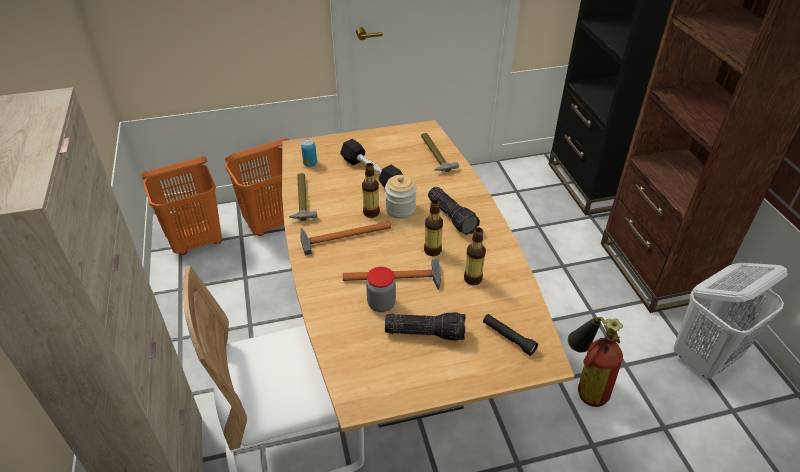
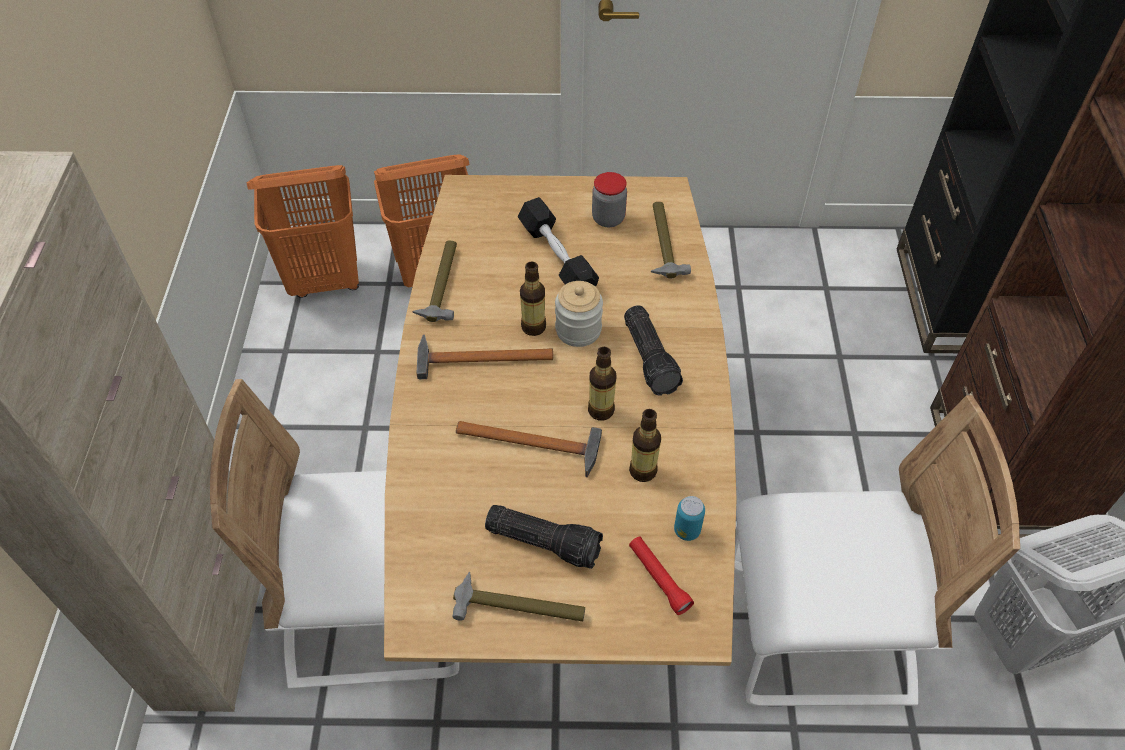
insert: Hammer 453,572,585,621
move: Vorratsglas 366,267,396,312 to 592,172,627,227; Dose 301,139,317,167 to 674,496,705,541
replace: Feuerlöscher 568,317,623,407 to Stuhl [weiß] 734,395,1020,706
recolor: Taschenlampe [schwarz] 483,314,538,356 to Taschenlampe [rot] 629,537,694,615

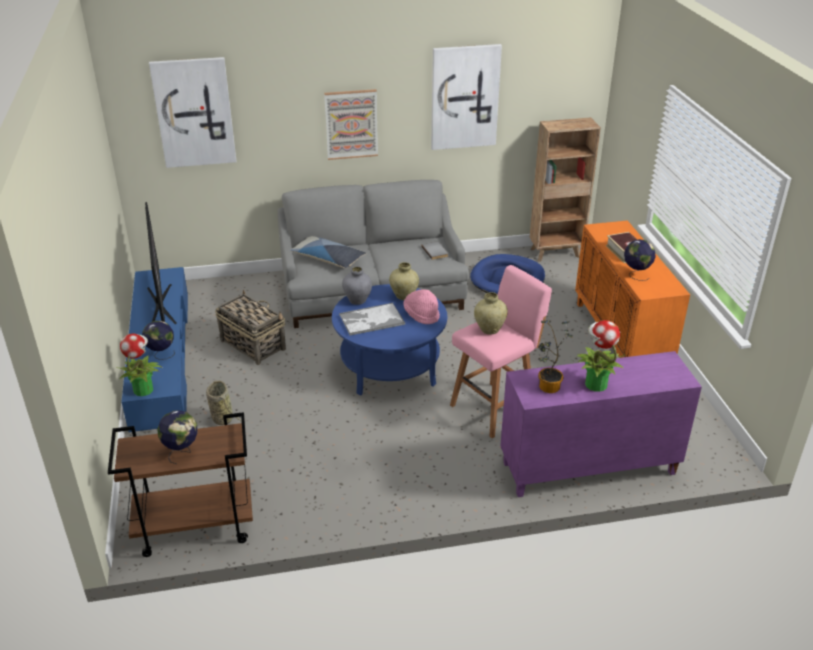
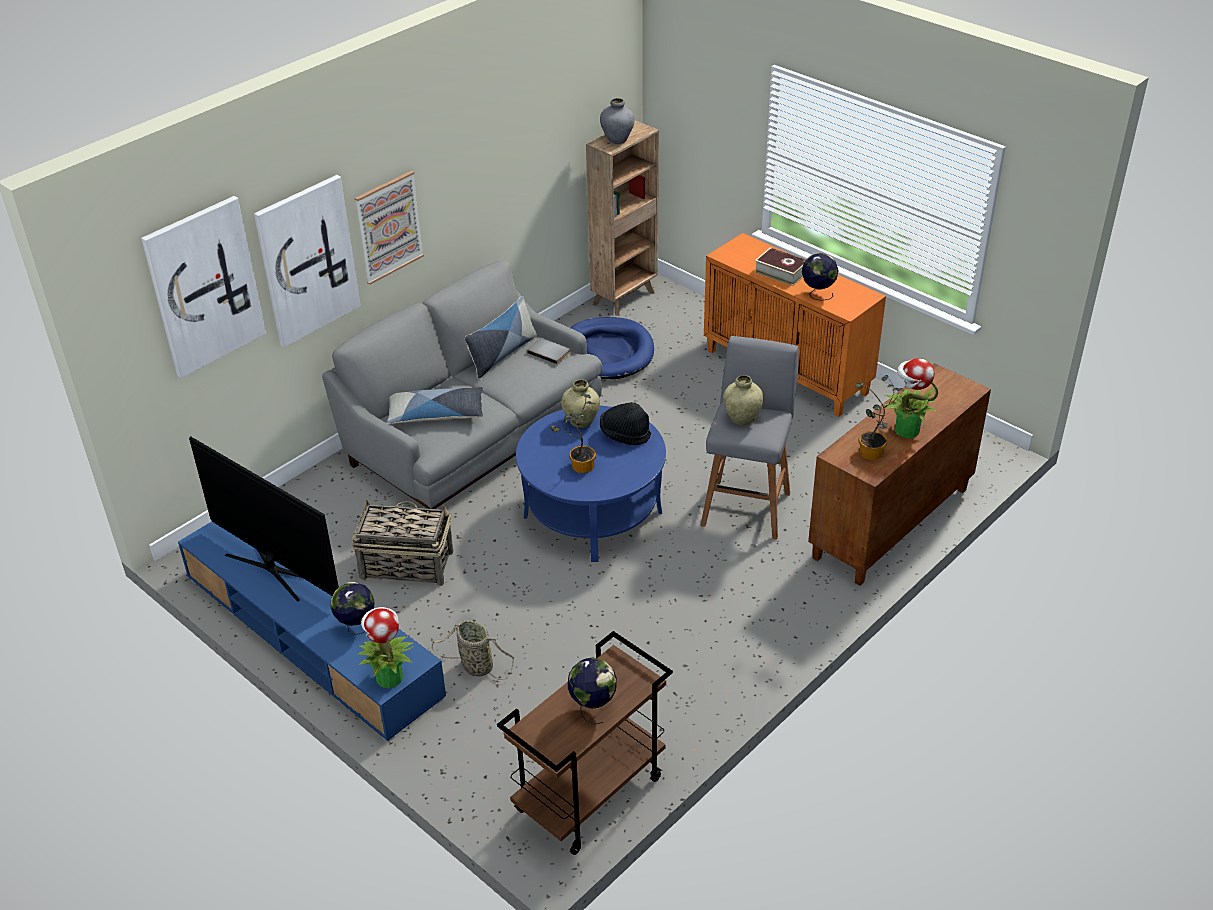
insert: Kissen 464,296,537,378
move: Bild 431,44,502,150 to 254,175,361,347; Vase [grau] 342,267,372,305 to 600,98,635,144
replace: Tablett 339,303,405,336 to Topfpflanze 550,393,596,473
recolor: Hut [rosa] 403,289,440,324 to Hut [schwarz] 600,402,651,445; Hocker [rosa] 450,265,552,438 to Hocker [grau] 701,336,799,540; Schrank [lila] 500,351,702,497 to Schrank [braun] 808,363,991,586

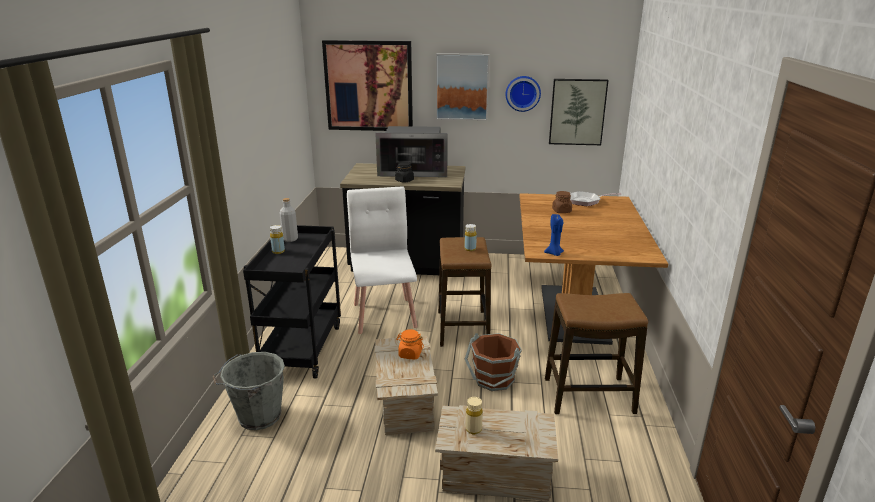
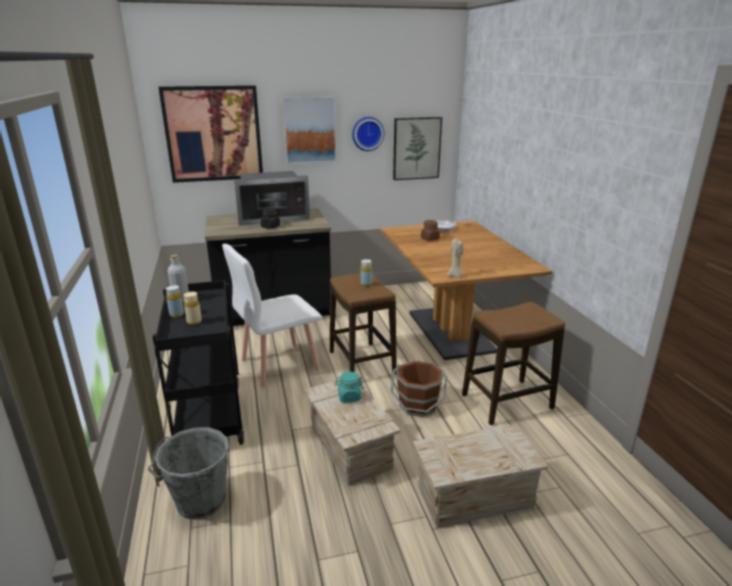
move: Flasche [beige] 466,397,483,434 to 184,292,202,325
recolor: Vorratsglas [orange] 396,329,424,359 to Vorratsglas [türkis] 335,372,363,403; Kerze [blau] 544,214,564,256 to Kerze [beige] 447,239,464,278
rotate: Stuhl [weiß] 347,186,418,334 = 222,244,322,387 90 degrees counterclockwise

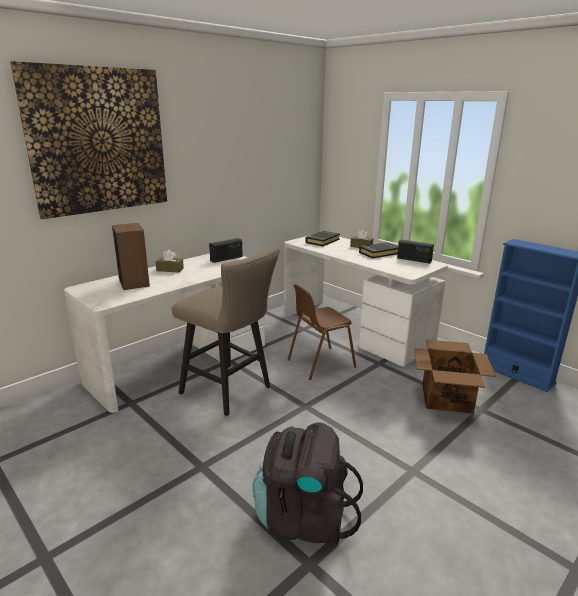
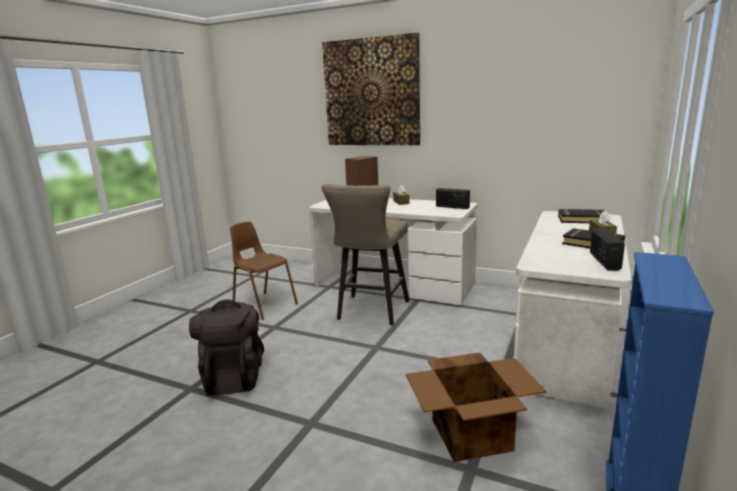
move: Stuhl [braun] 287,284,356,380 to 230,222,298,320

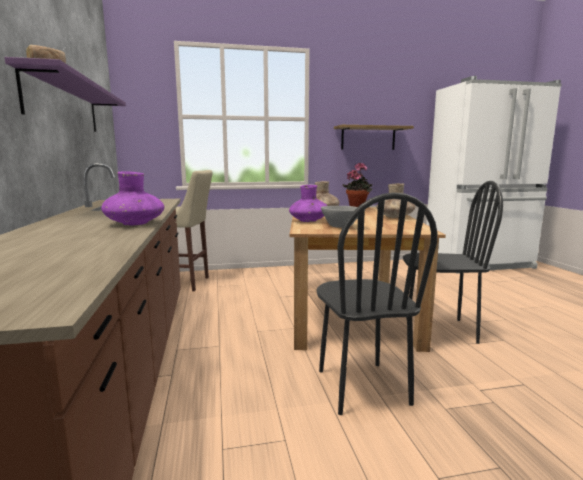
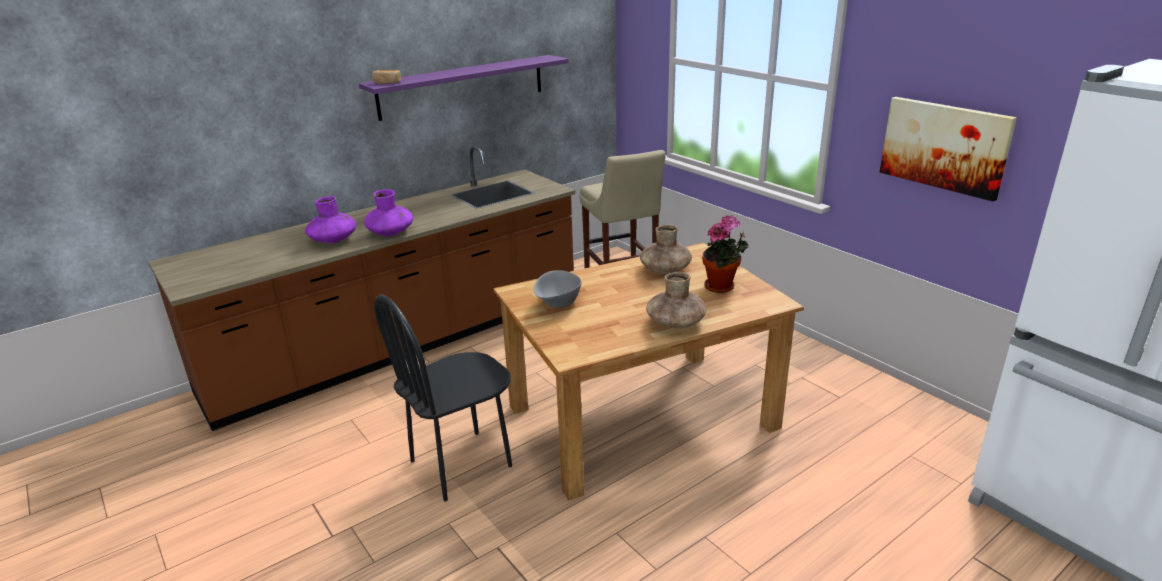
delete: Stuhl [schwarz] 403,181,503,344
move: Vase [lila] 289,185,327,222 to 305,196,356,243
replace: Wandregal 334,125,414,150 to Bild 880,97,1017,201

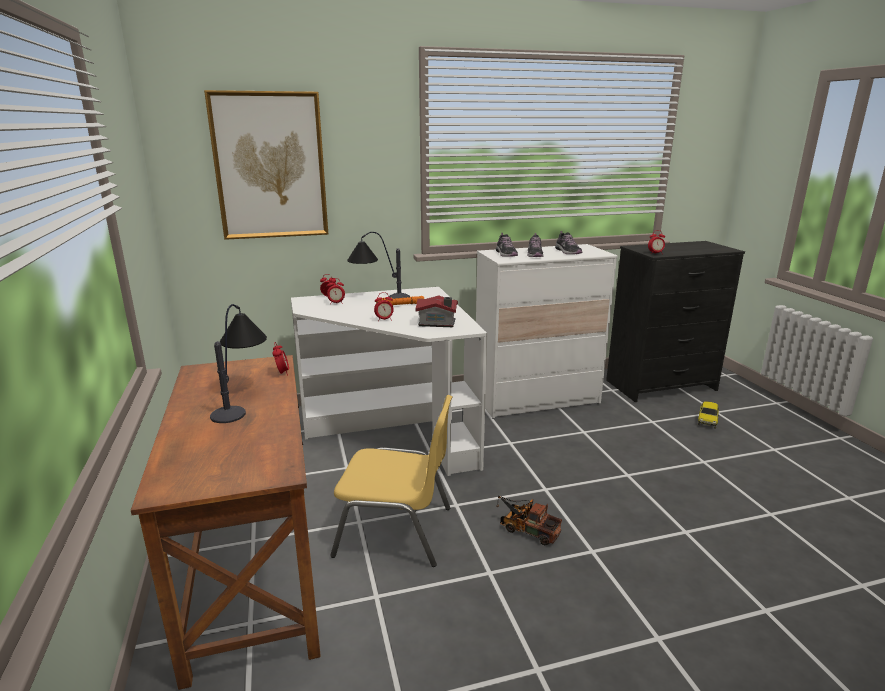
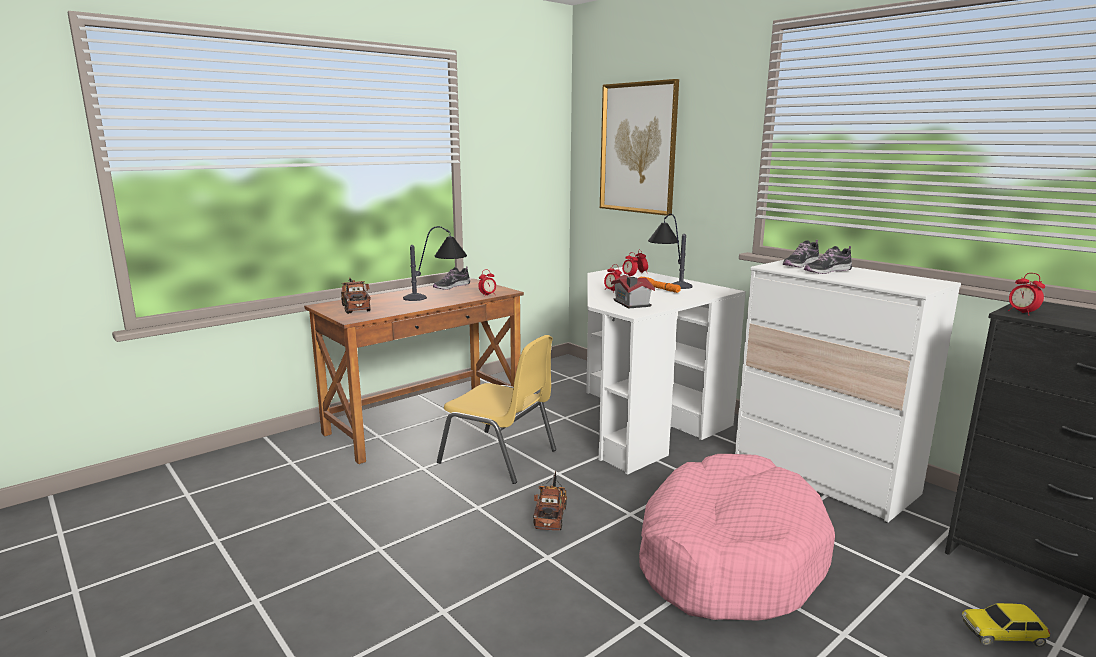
insert: Spielzeuglaster 341,277,371,314; Hundebett [rosa] 639,454,835,621
move: Schuh 555,231,582,254 to 433,266,470,289
rotate: Stuhl [gelb] 330,395,453,567 = 437,335,556,484 45 degrees counterclockwise

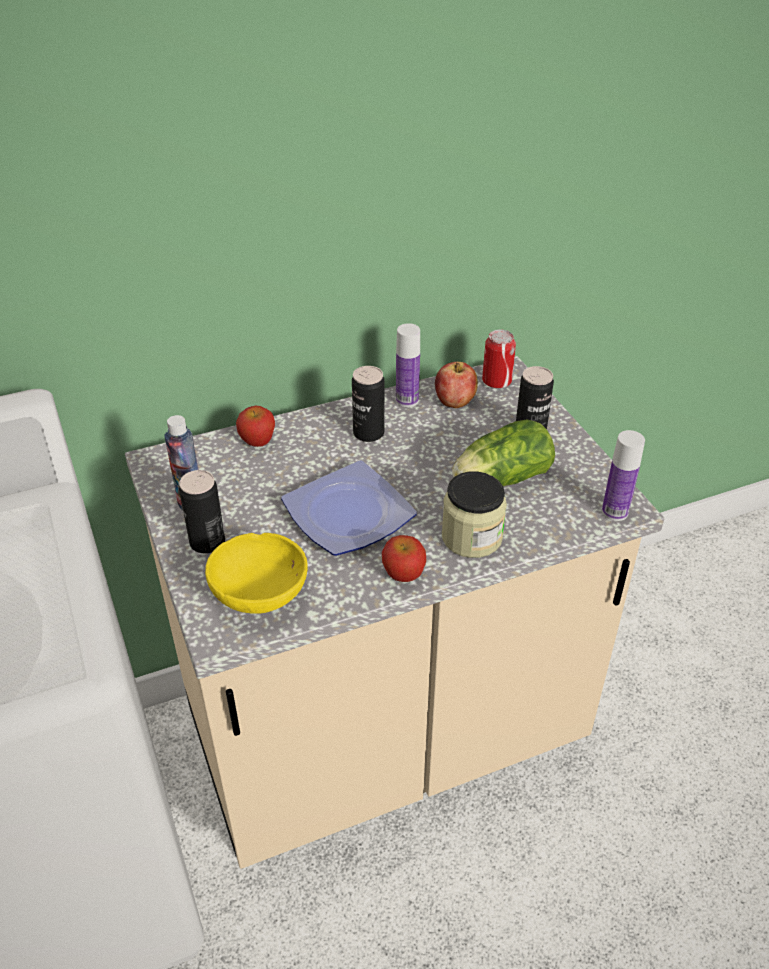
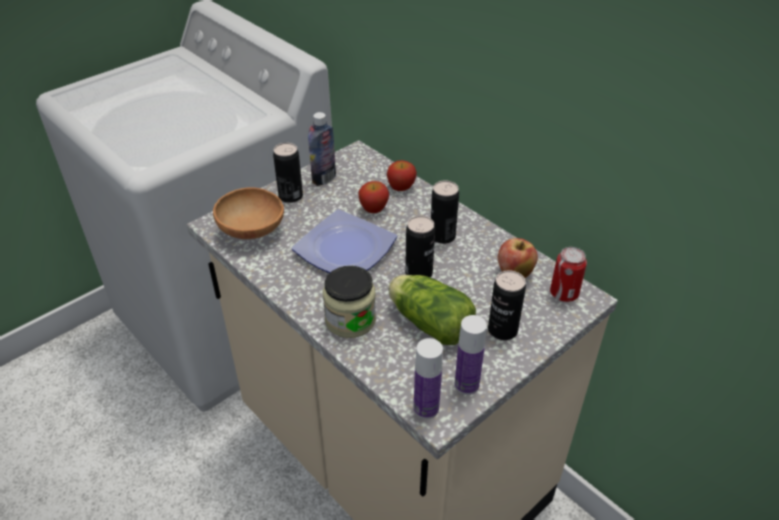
insert: Dose 405,216,435,277
move: Apfel 382,535,426,582 to 358,181,389,213; Flasche 396,323,420,407 to 455,315,487,395
recolor: Schüssel [gelb] 205,533,308,614 to Schüssel [braun] 213,187,284,239

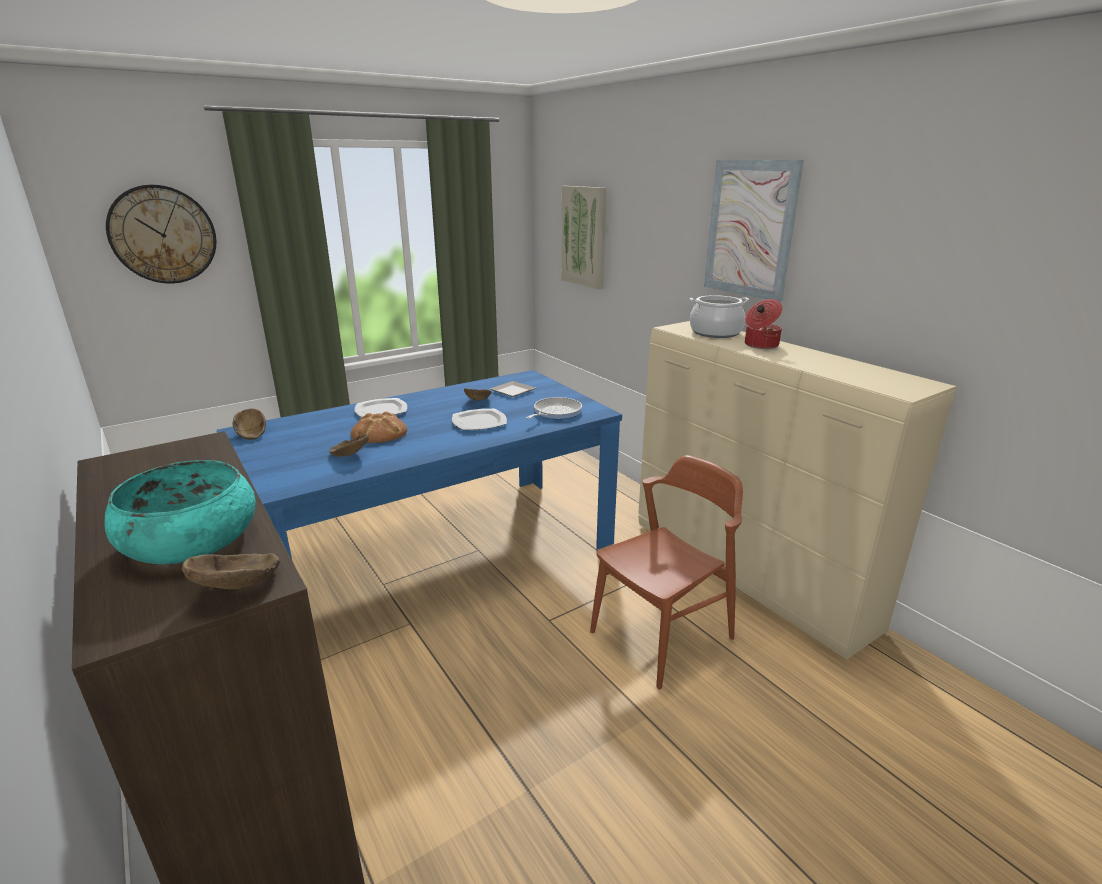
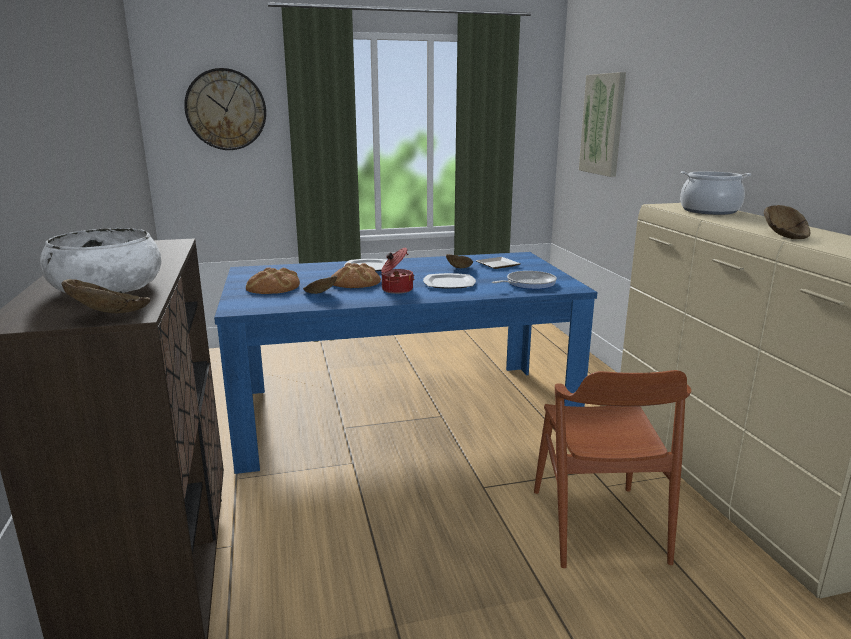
delete: Bild 704,160,804,302
insert: Brot 246,267,300,294
move: Kochtopf 745,299,782,349 to 381,248,414,294; Schüssel [braun] 233,408,266,440 to 764,205,810,239
recolor: Schüssel [türkis] 104,460,256,564 to Schüssel [weiß] 40,228,161,294
rotate: Stuhl [braun] 590,455,743,689 = 534,370,691,568 105 degrees clockwise

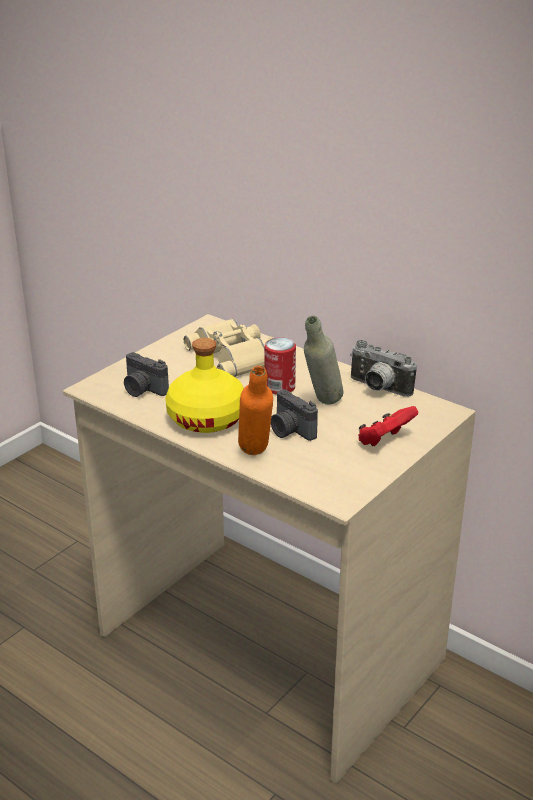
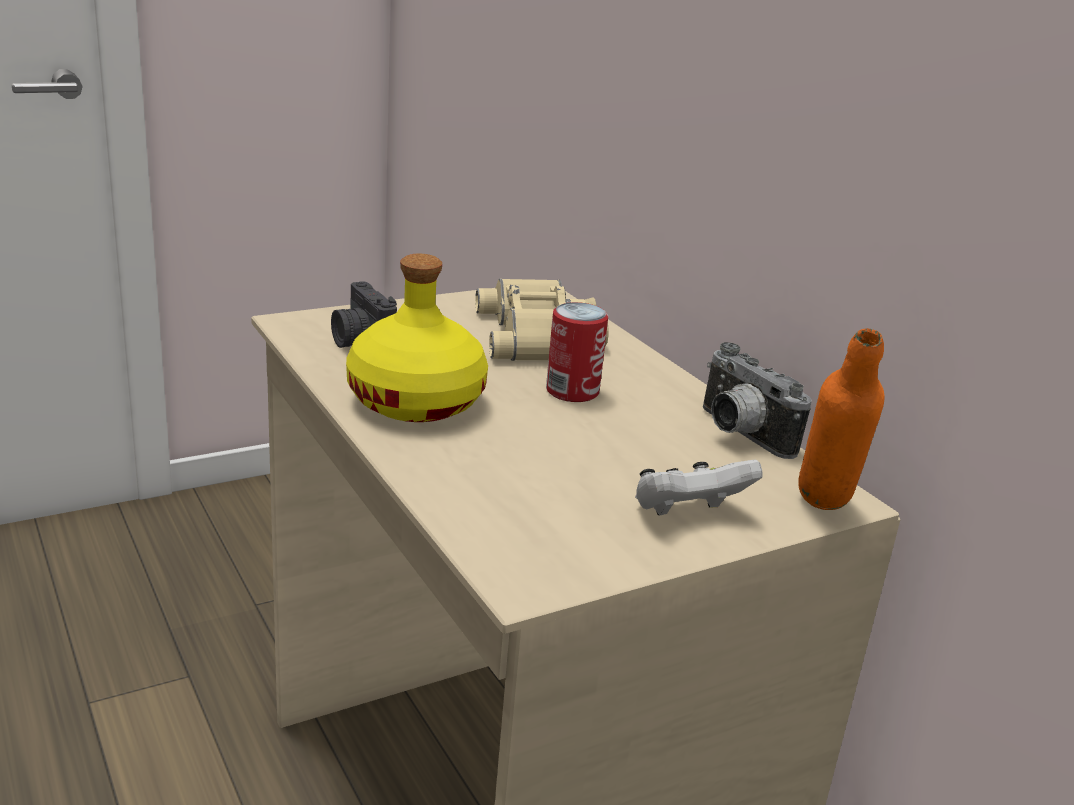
delete: Kamera 271,389,318,441; Flasche [grau] 304,316,343,405
move: Flasche [orange] 238,366,273,455 to 798,328,885,510
recolor: Gamepad [rot] 358,406,418,446 to Gamepad [weiß] 635,460,762,516

